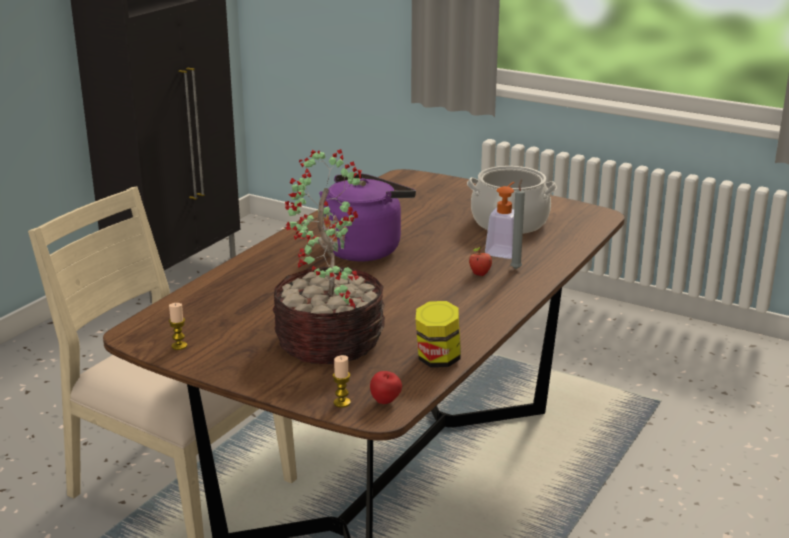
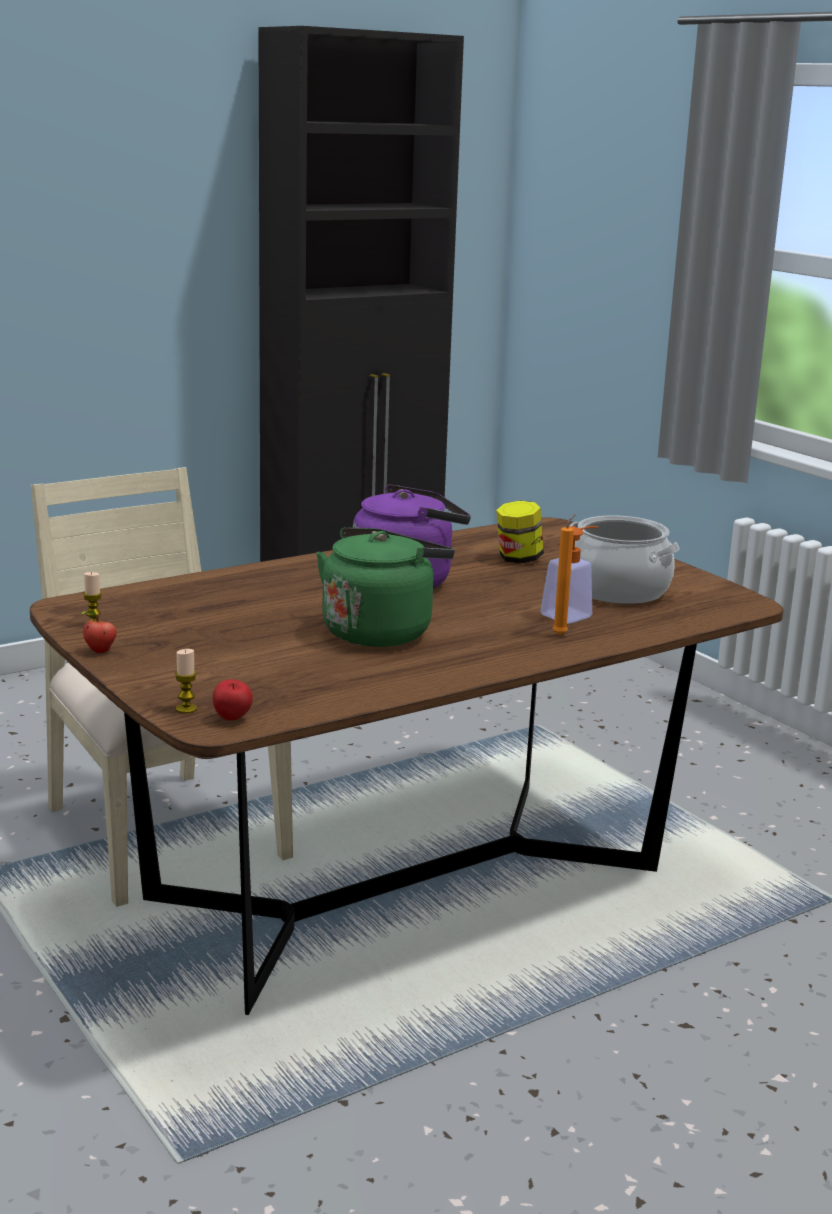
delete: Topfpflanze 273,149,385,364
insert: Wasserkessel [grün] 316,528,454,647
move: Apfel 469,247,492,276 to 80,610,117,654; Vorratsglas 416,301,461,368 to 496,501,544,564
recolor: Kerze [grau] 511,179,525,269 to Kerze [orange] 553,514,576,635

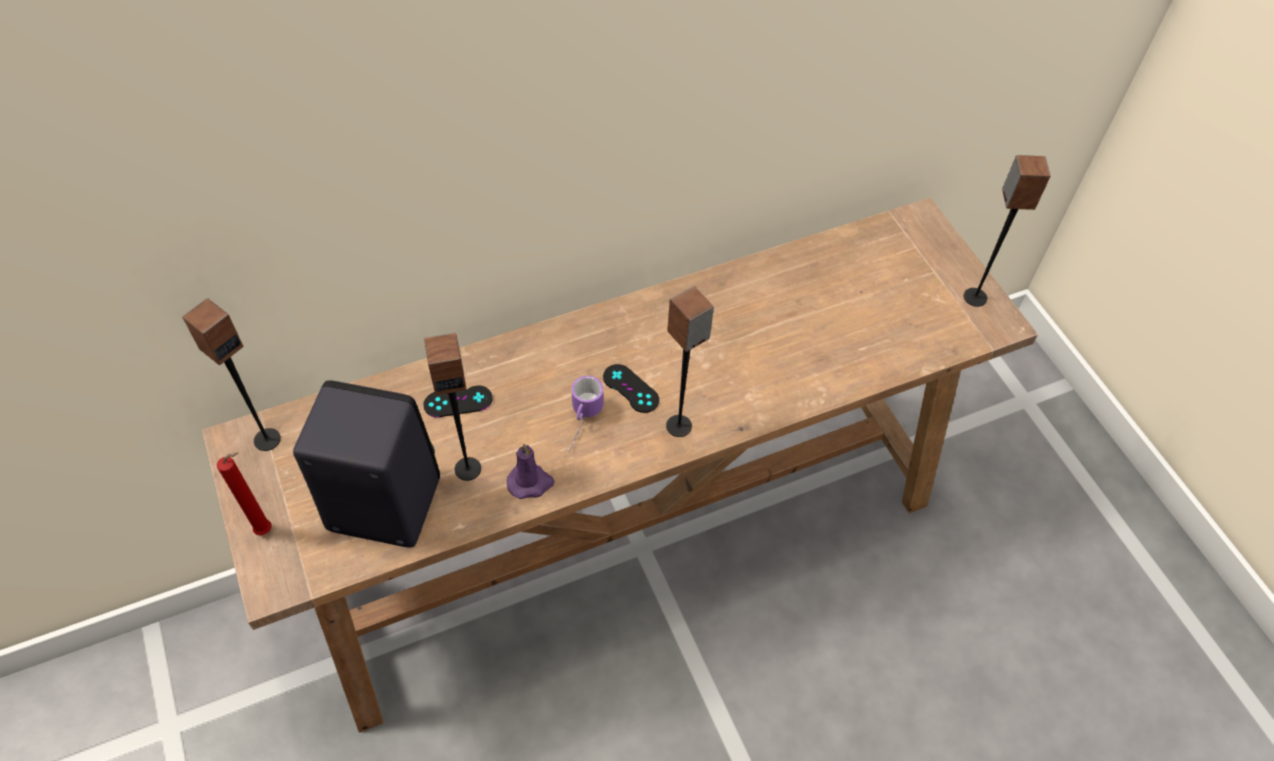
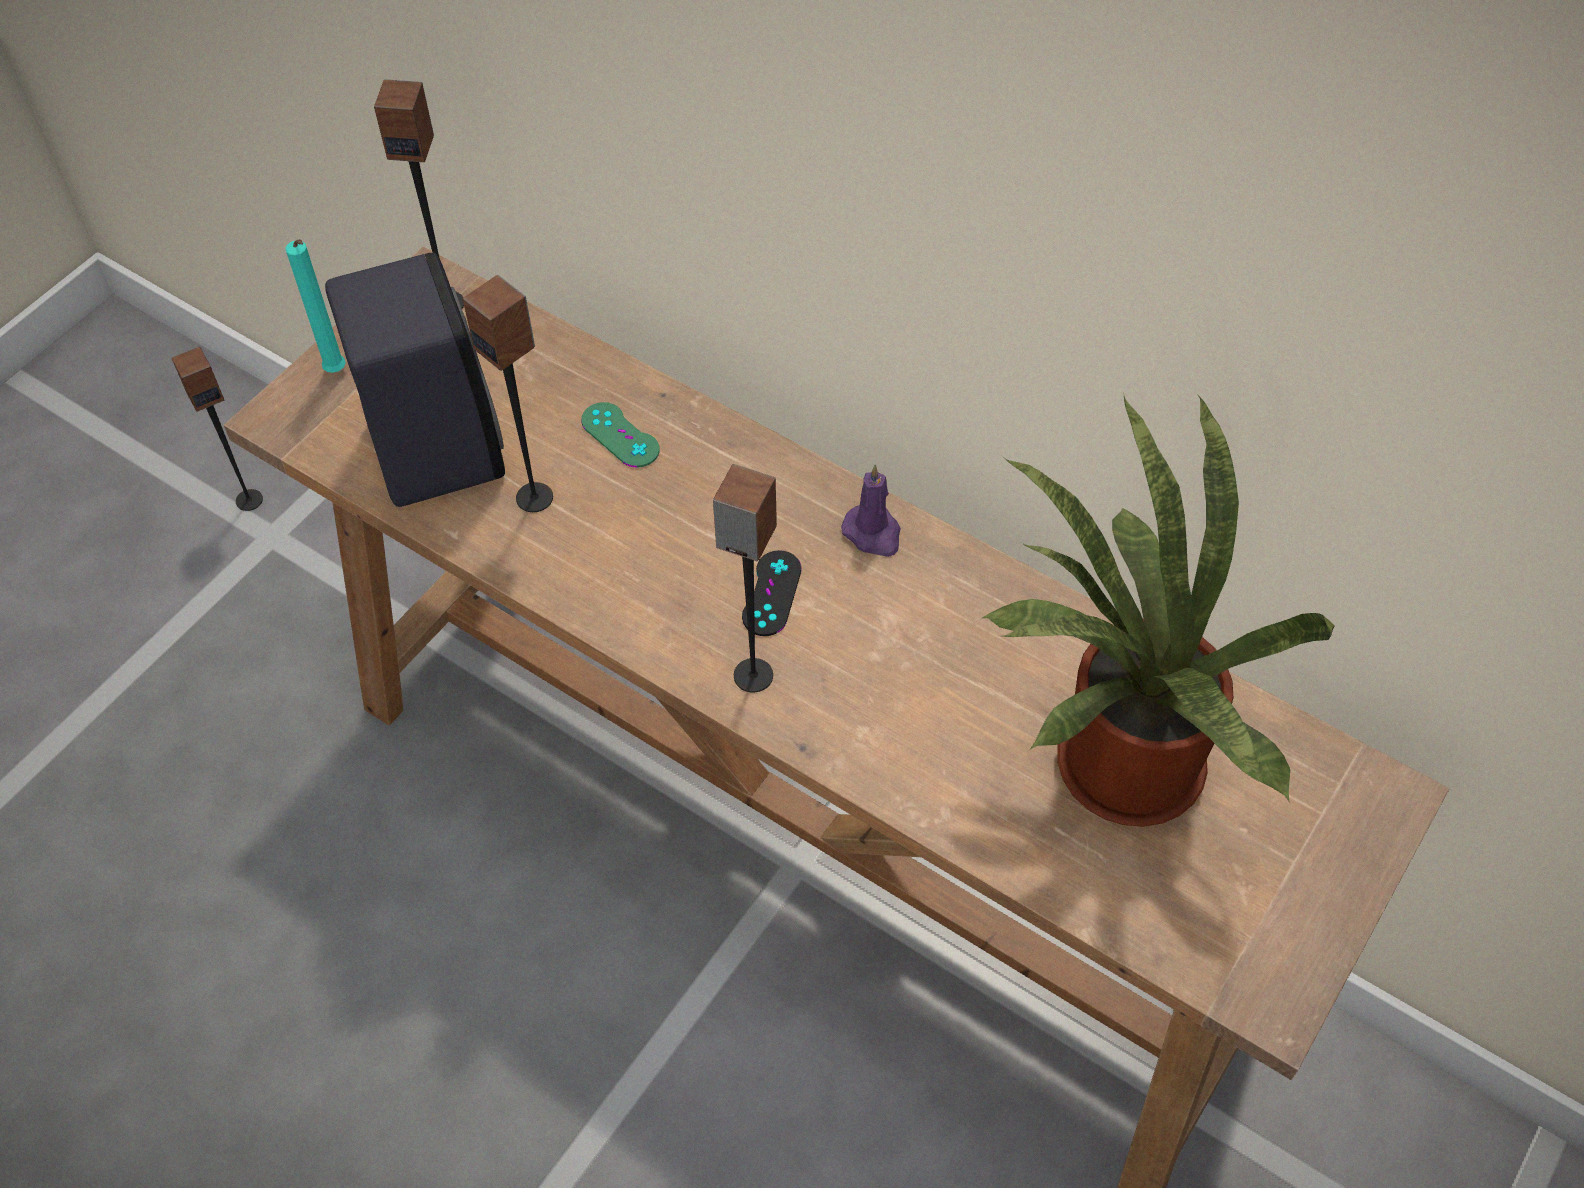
delete: Henkelbecher 569,376,603,453
insert: Topfpflanze 981,392,1335,827
move: Lautsprecher 963,155,1051,307 to 171,346,263,511; Kerze [lila] 507,443,555,499 to 841,465,901,557
recolor: Kerze [rot] 217,452,272,536 to Kerze [türkis] 285,239,346,373; Gamepad [schwarz] 423,386,493,417 to Gamepad [grün] 581,402,660,468

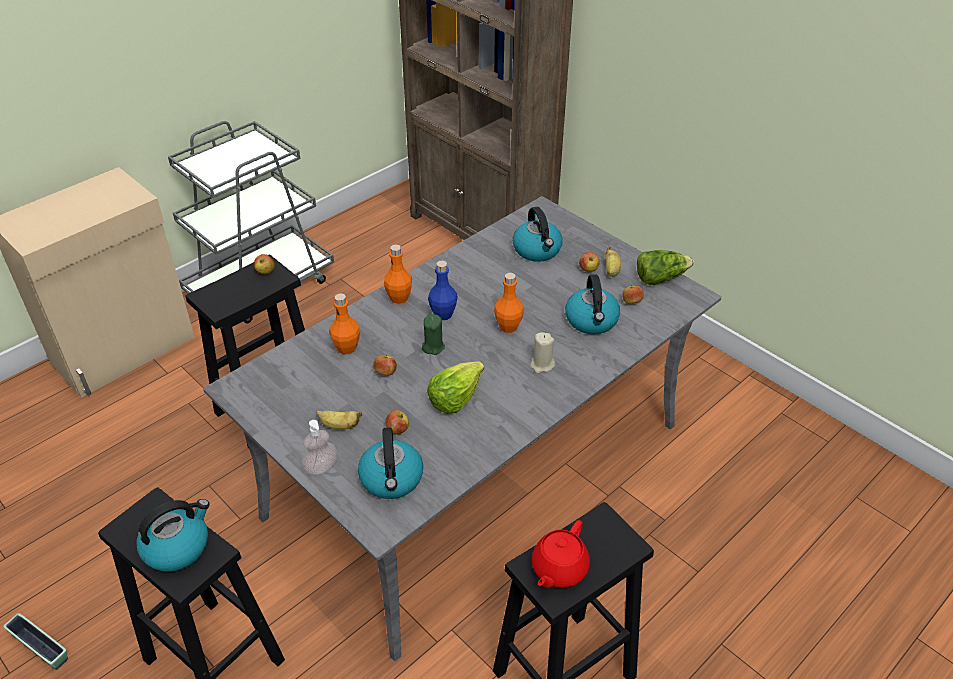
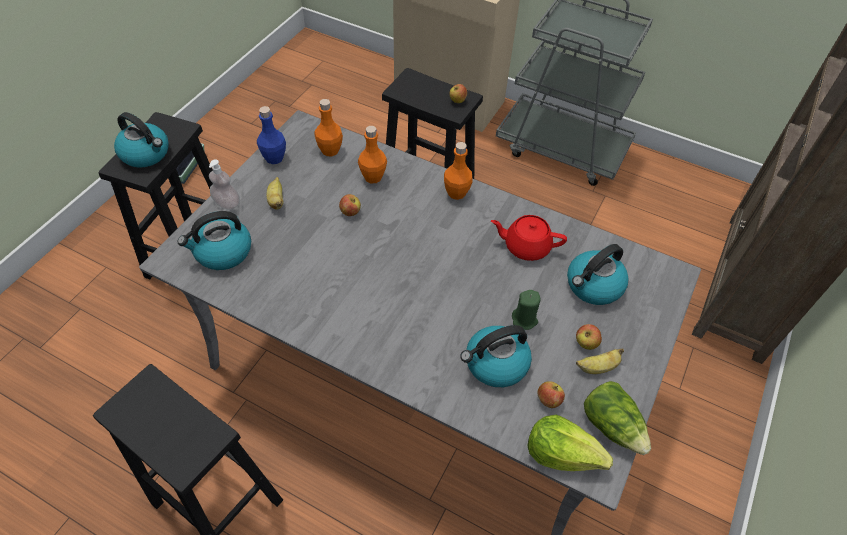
delete: Apfel 385,410,409,434; Kerze [beige] 530,332,555,373
move: Flasche [blau] 428,261,458,320 to 257,106,286,164; Flasche [orange] 494,273,524,333 to 314,99,343,156; Teekanne [rot] 532,520,590,588 to 491,215,567,261; Kerze [grün] 422,314,445,355 to 512,290,540,330; Salatkopf 427,362,484,414 to 528,415,613,471

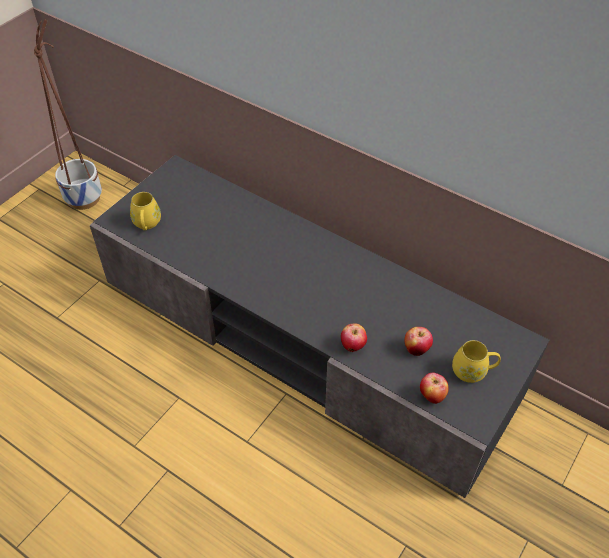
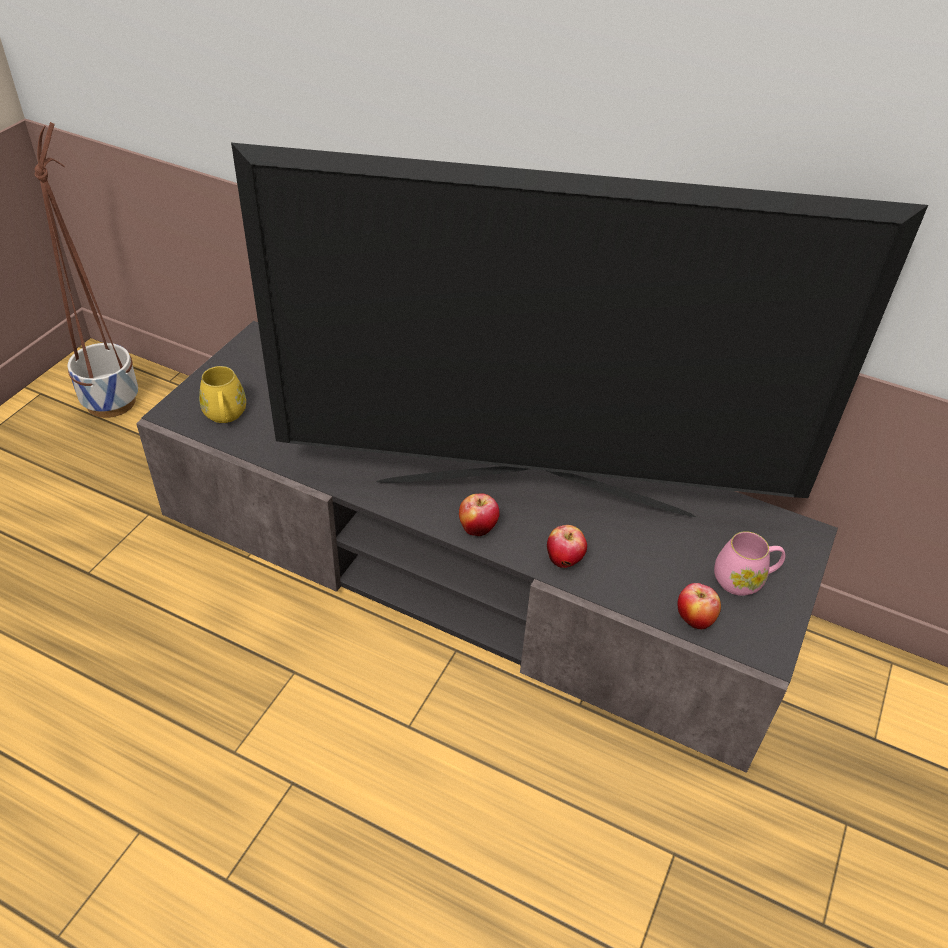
insert: Fernseher 231,143,928,517
move: Apfel 404,327,433,356 to 459,493,499,536
recolor: Henkelbecher [gelb] 452,340,501,383 to Henkelbecher [rosa] 714,531,785,596

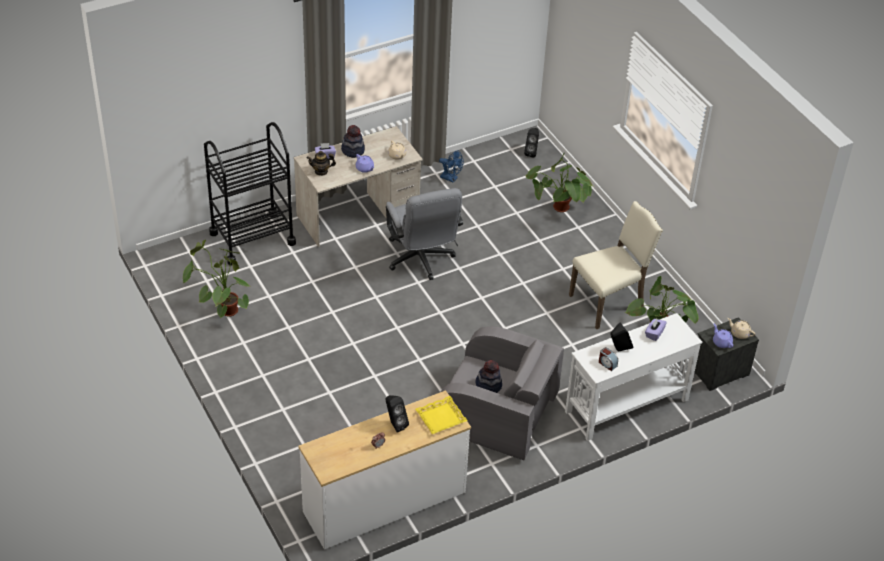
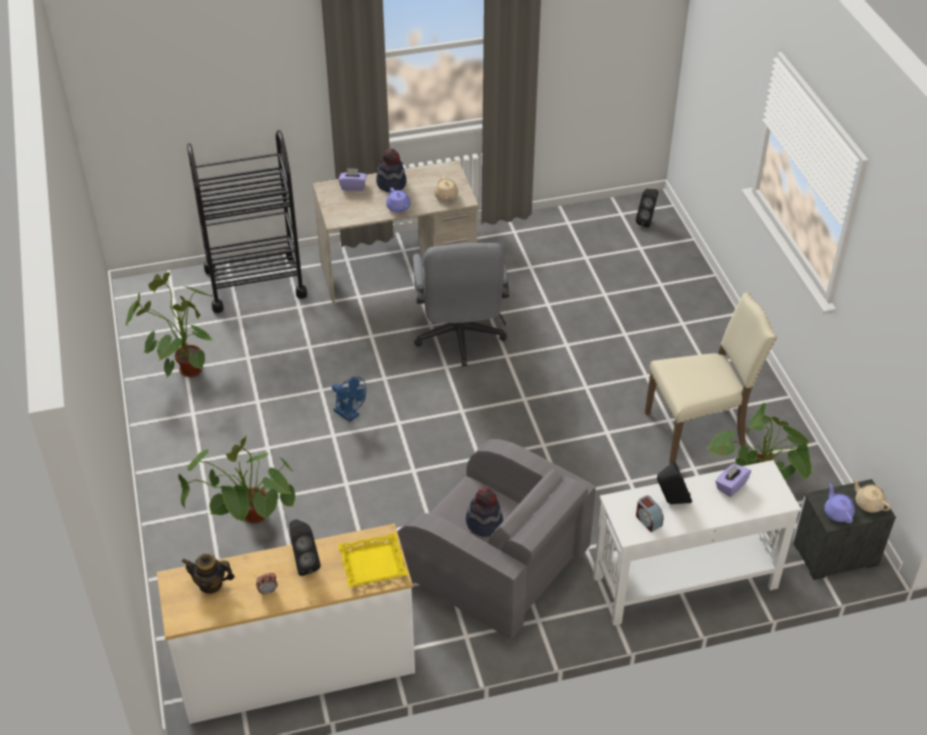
move: Topfpflanze 525,153,593,212 to 178,436,295,524; Teekanne 307,151,336,176 to 182,553,235,594; Ventilator [blau] 439,150,464,183 to 332,376,366,422

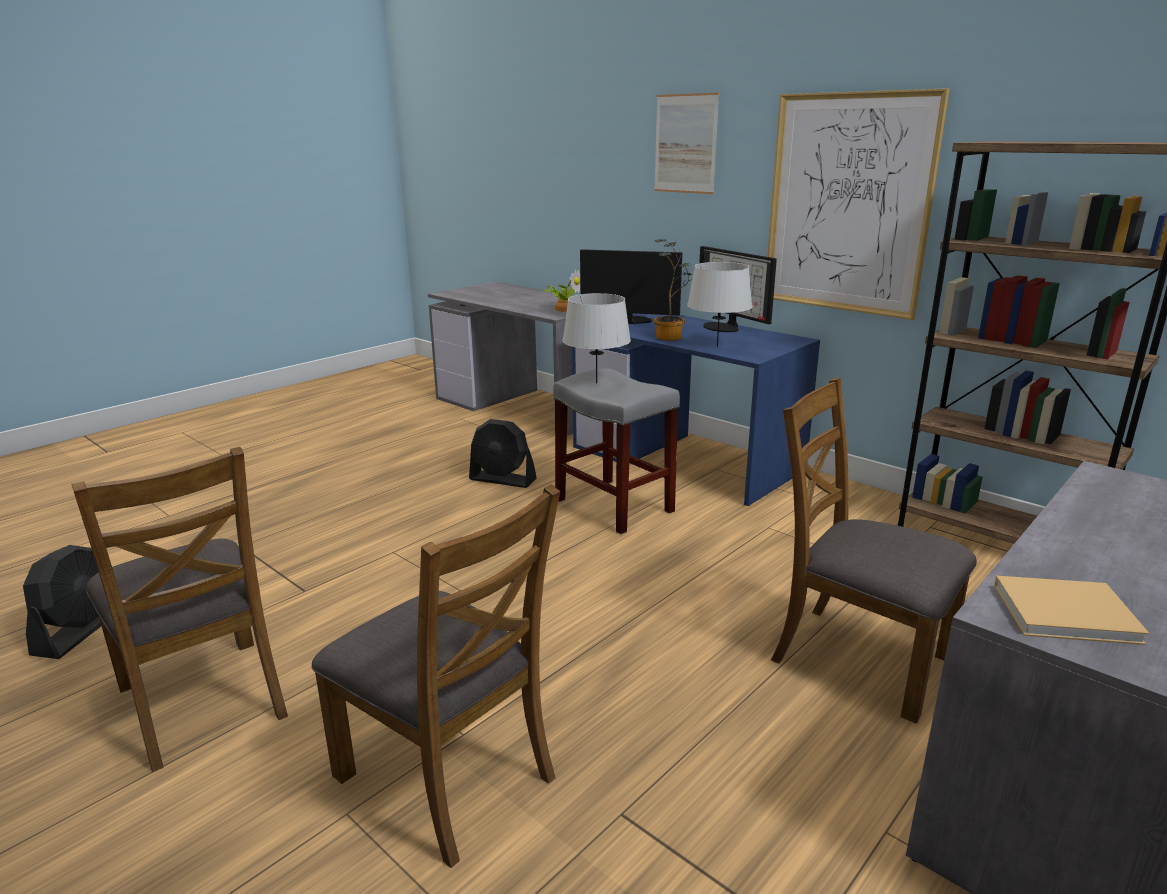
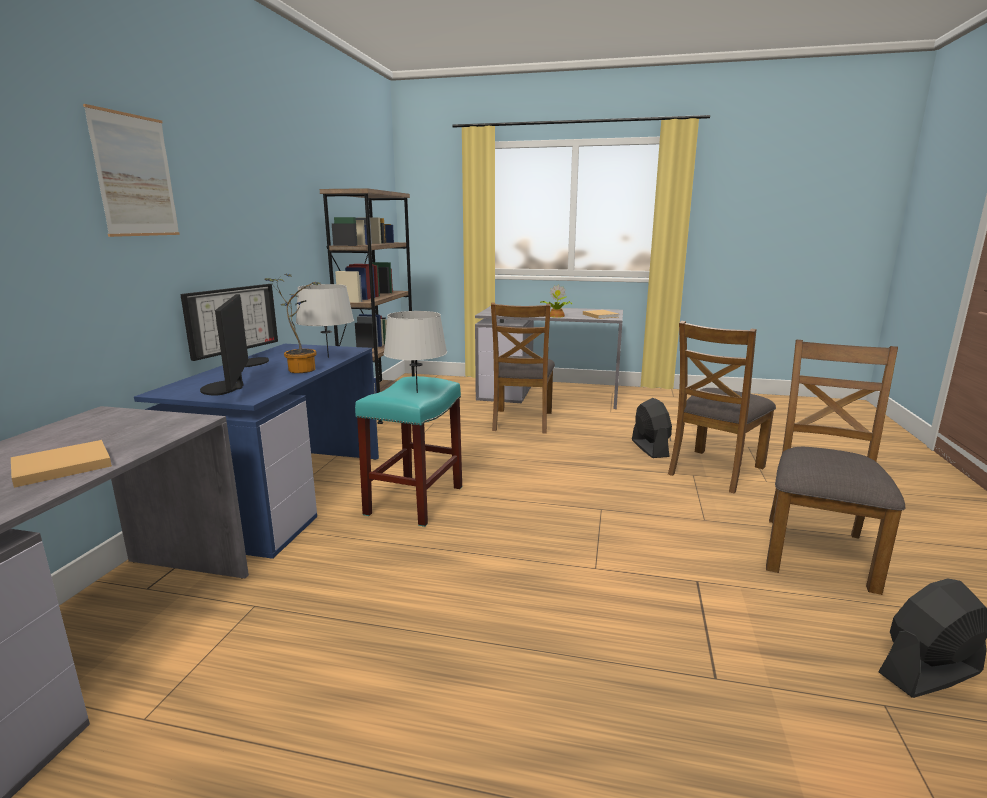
delete: Bild 767,88,950,320
insert: Buch [beige] 11,440,112,488
move: Topfpflanze 542,269,580,312 to 540,284,572,318; Ventilator [schwarz] 469,419,537,488 to 632,398,672,458
recolor: Hocker [grau] 553,368,680,535 to Hocker [türkis] 355,376,462,527
rotate: Stuhl [braun] 311,485,560,868 = 668,321,776,493 150 degrees counterclockwise

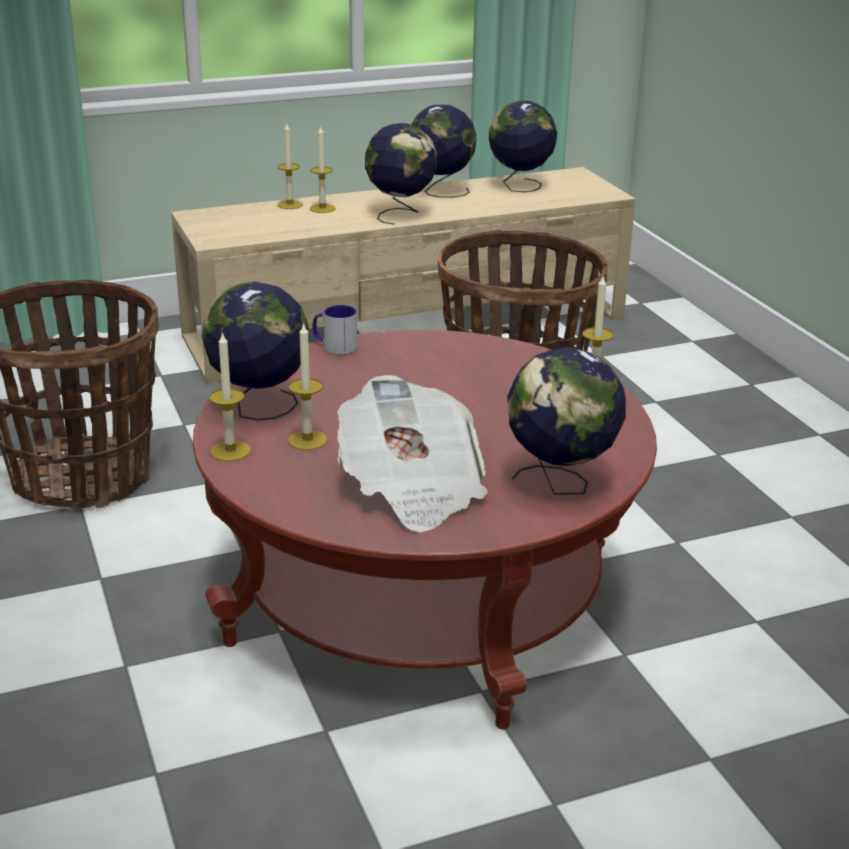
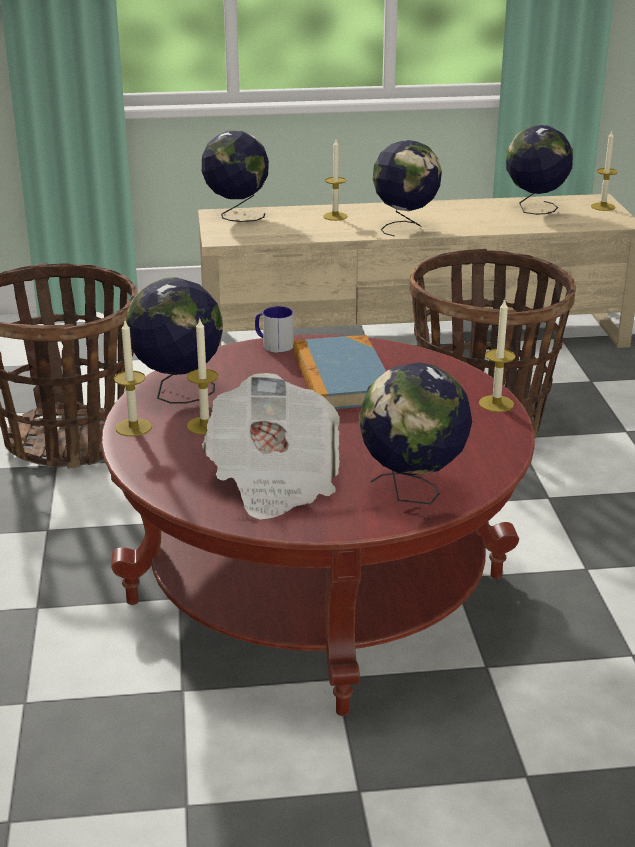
insert: Buch 293,335,386,409
move: Globus 411,105,476,198 to 202,131,269,222; Kerze 277,123,303,209 to 591,131,618,211

